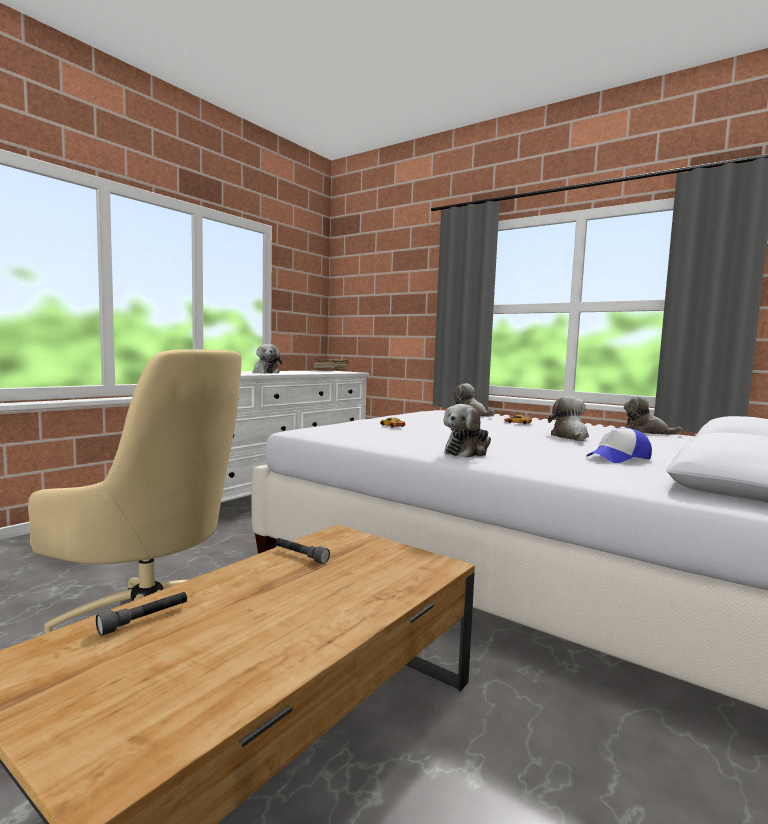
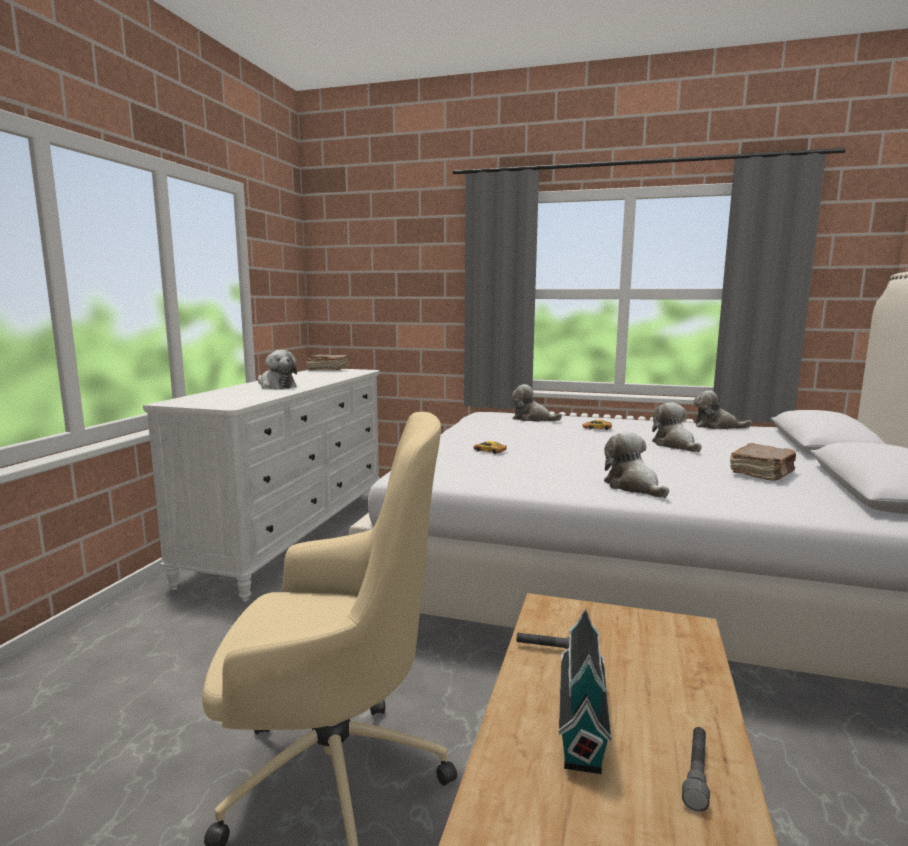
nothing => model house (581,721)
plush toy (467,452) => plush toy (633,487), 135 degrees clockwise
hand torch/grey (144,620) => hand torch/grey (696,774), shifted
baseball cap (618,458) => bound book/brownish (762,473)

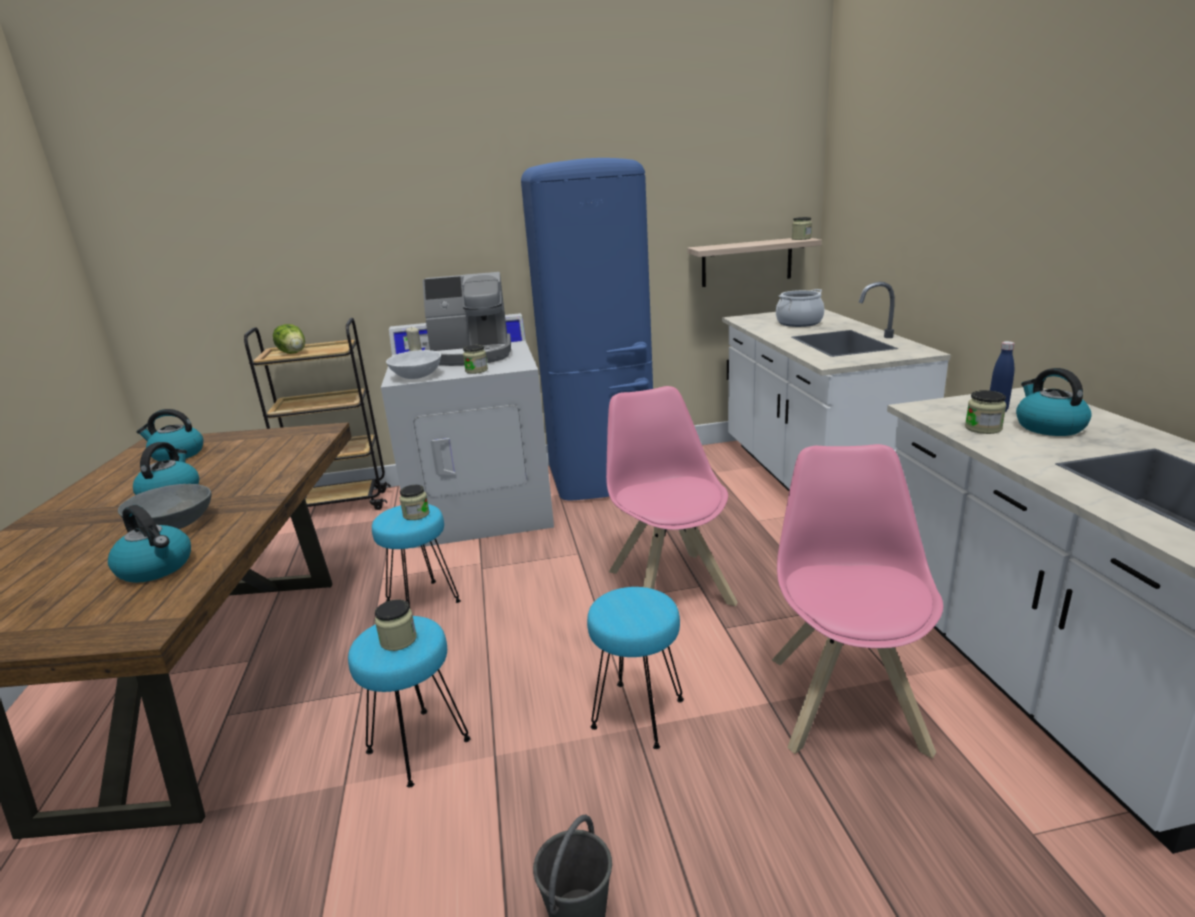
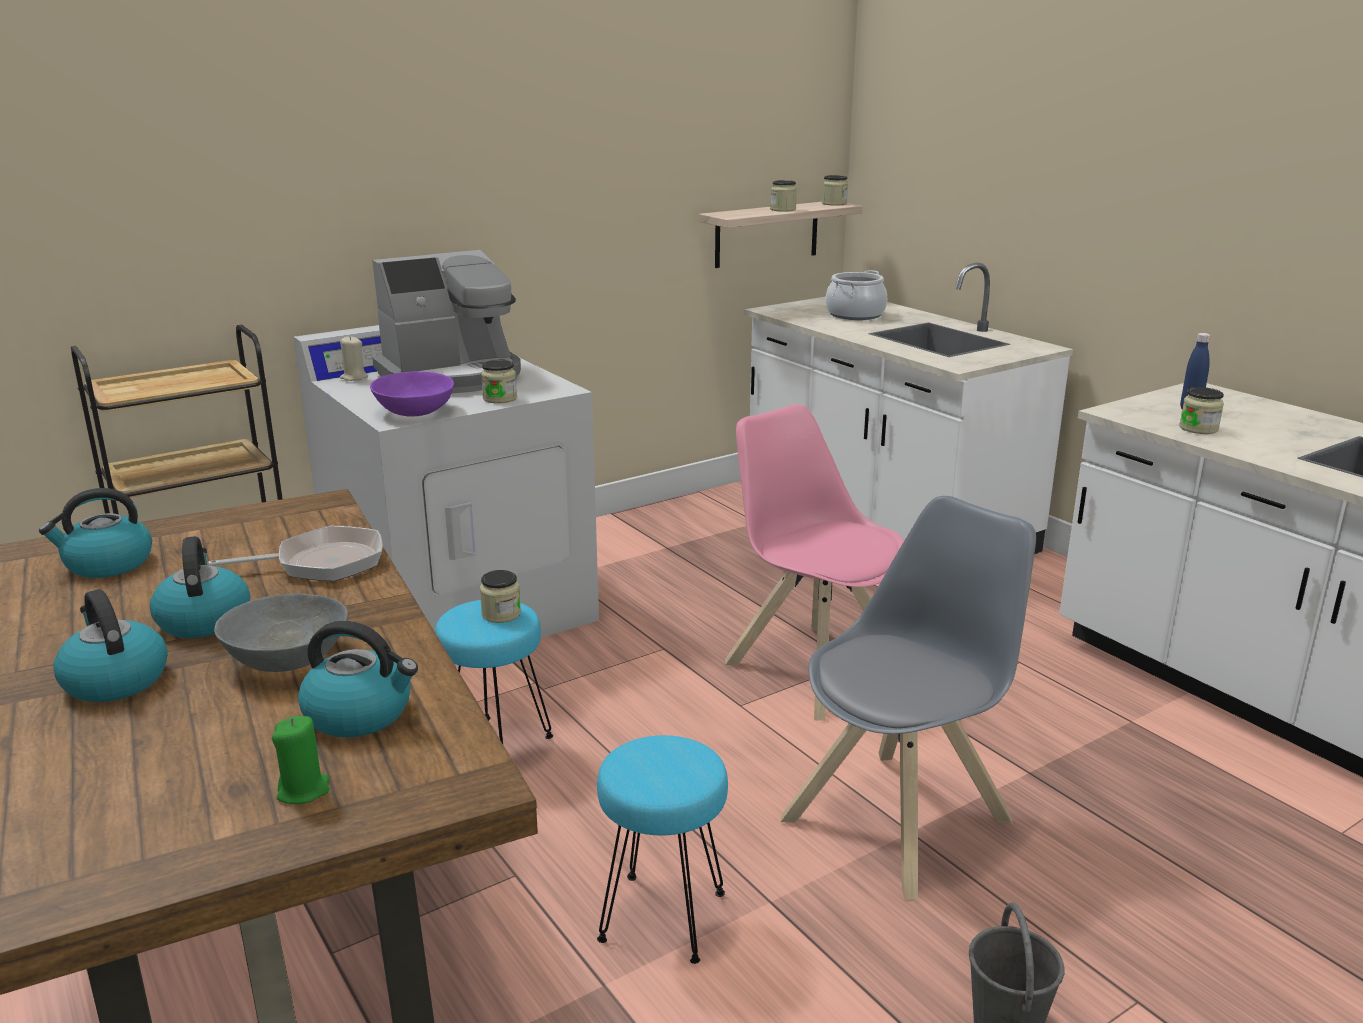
kettle (1048,427) => kettle (114,680), shifted
nothing => pan (322,563)
nothing => candle/greenish (304,790)
deep dish/white (416,376) => deep dish/purple-coloured (414,412)
jar (398,640) => jar (783,209), shifted
stool seat/turquoise-coloured (639,714) => upright chair/grey (901,817)
lettuce (293,353) => nothing
refrigerator/blue (603,479) => nothing
upright chair/pink (845,698) => nothing

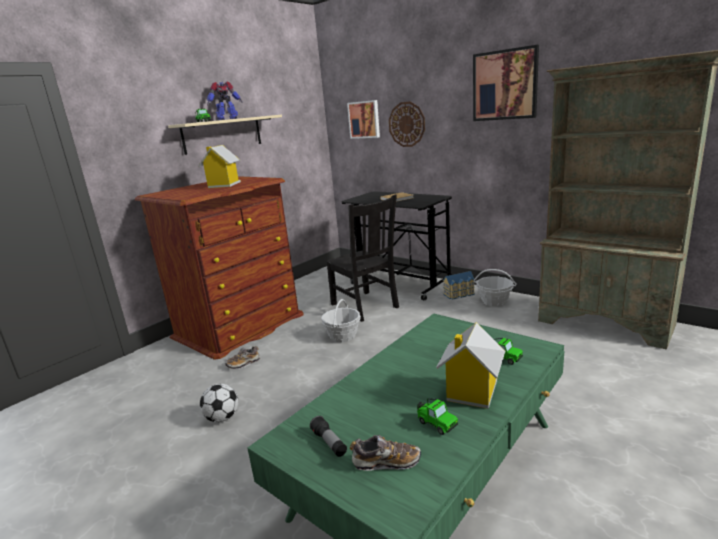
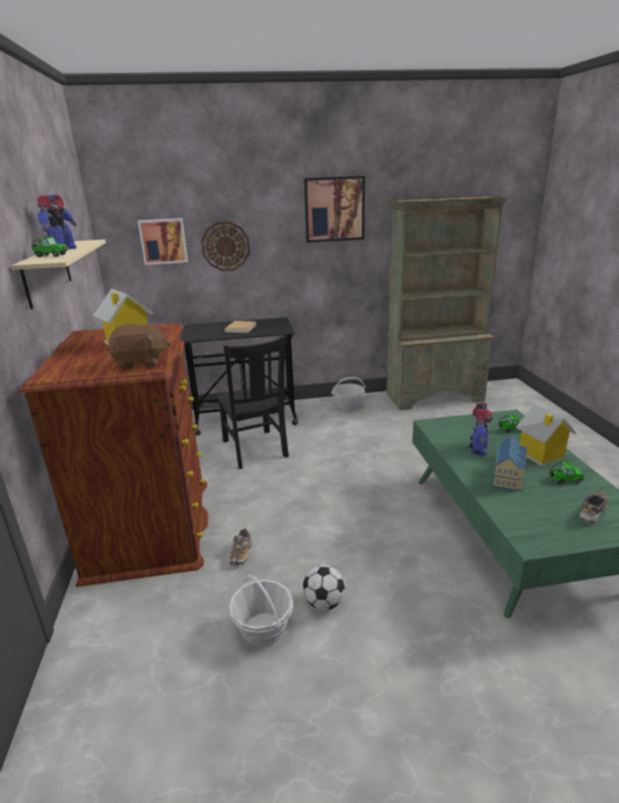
nothing => plush toy/brownish (141,363)
upright chair/black-coloured (365,306) => upright chair/black-coloured (255,450), 60 degrees clockwise
storage basket (342,336) => storage basket (263,629), shifted
nothing => robot figure (478,449)
model house (460,294) => model house (509,477), shifted
hand torch (329,443) => nothing

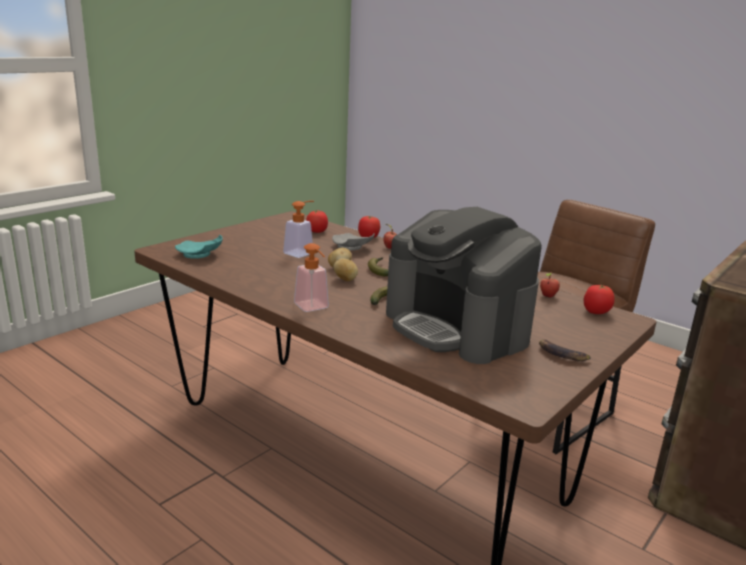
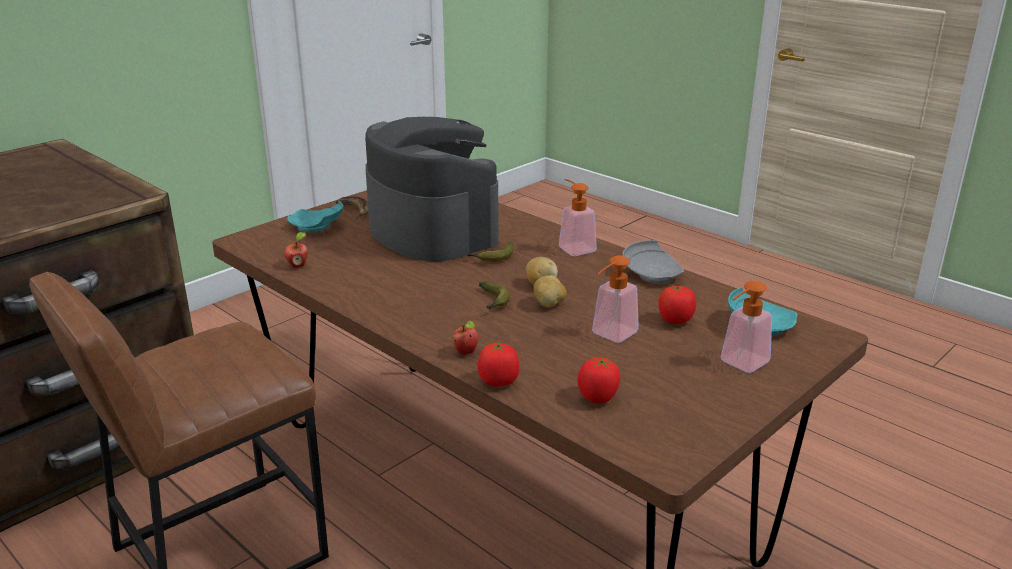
nothing => dinner plate/turquoise-coloured (317,227)
dinner plate/grey (351,248) => dinner plate/grey (652,274), shifted
tomato (596,312) => tomato (675,320), shifted
nothing => liquid soap bottle (739,364)

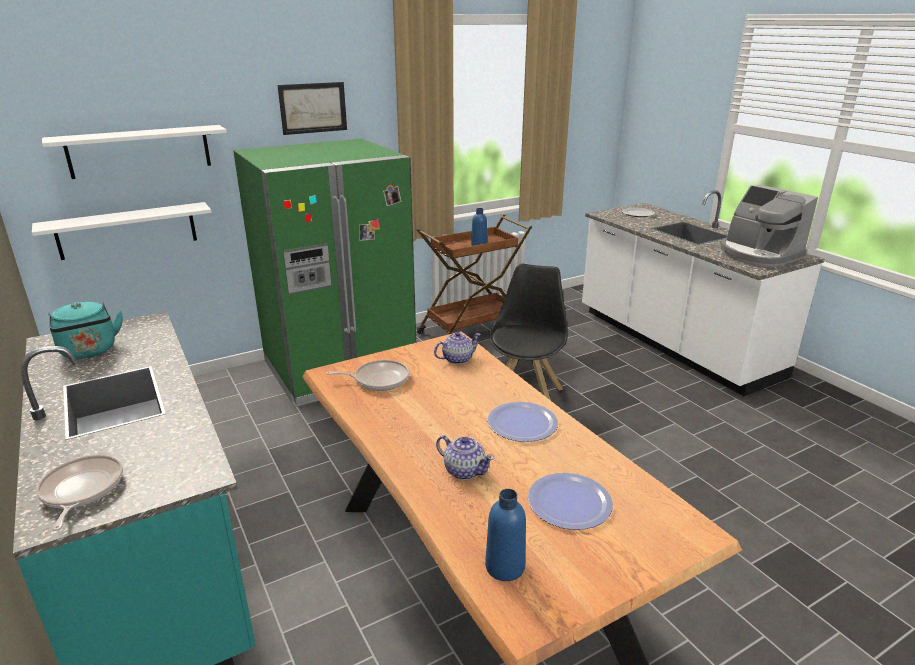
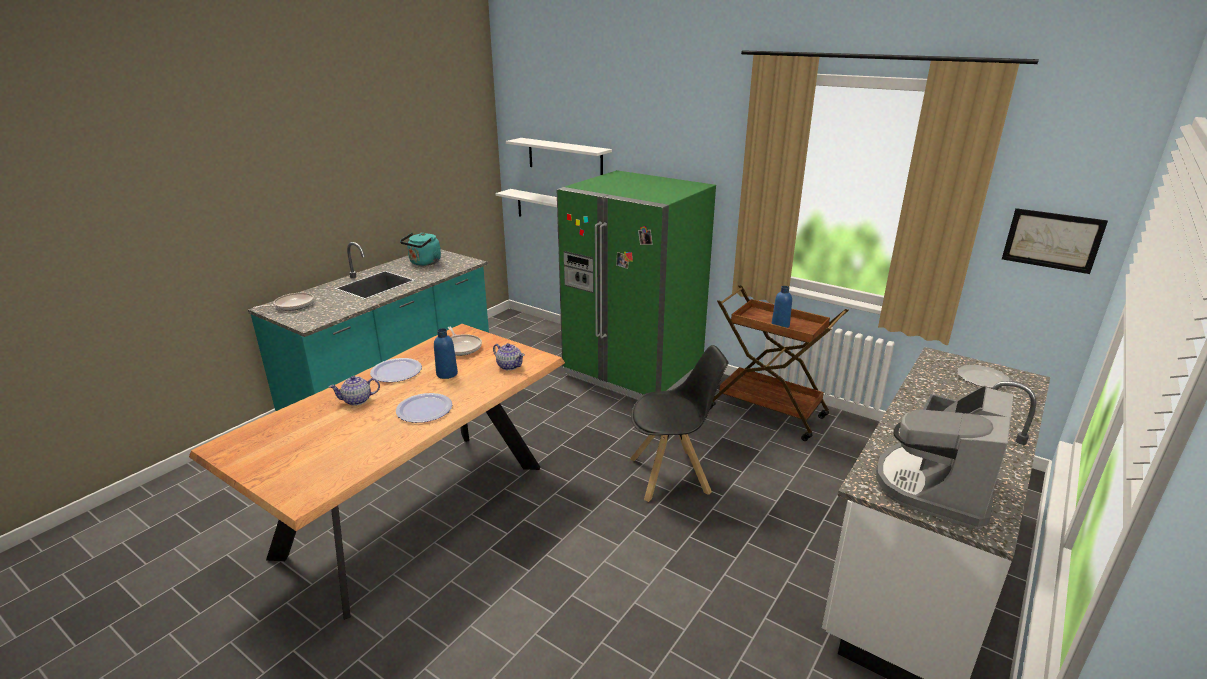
tea pot (464,470) => tea pot (357,400), 60 degrees clockwise
dinner plate (569,502) => dinner plate (396,371), shifted
bottle/blue (505,566) => bottle/blue (447,374), shifted
wall art (313,108) => wall art (1052,240), shifted

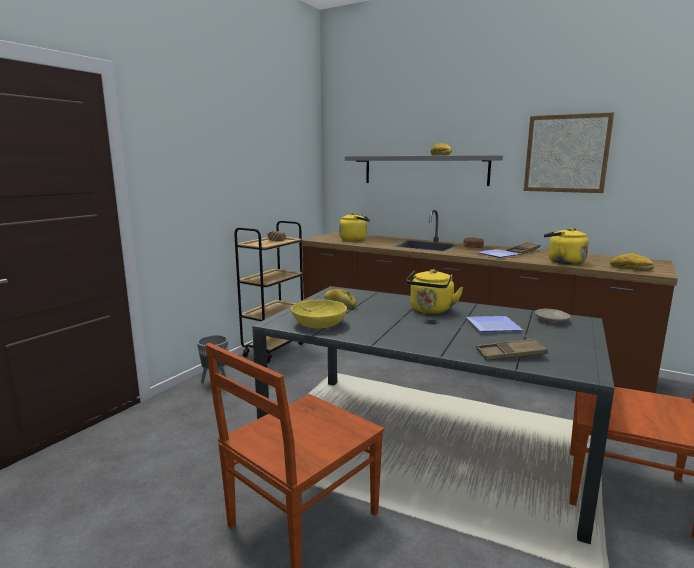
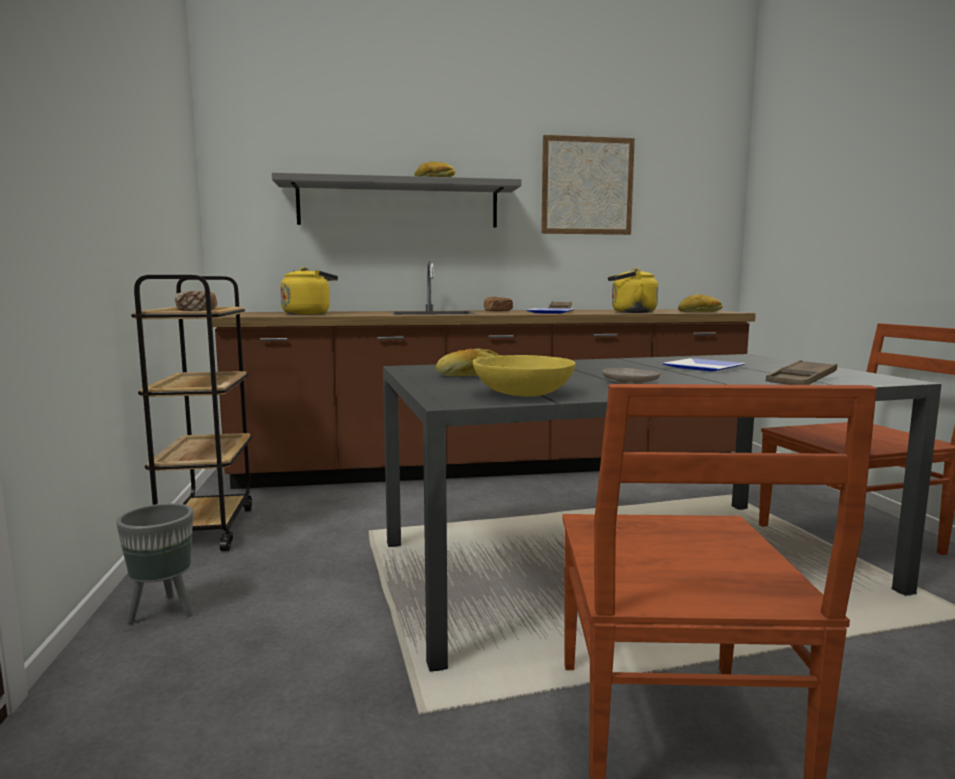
dinner plate/beige (552,320) => dinner plate/beige (631,384), shifted
kettle/yellow-coloured (431,310) => nothing

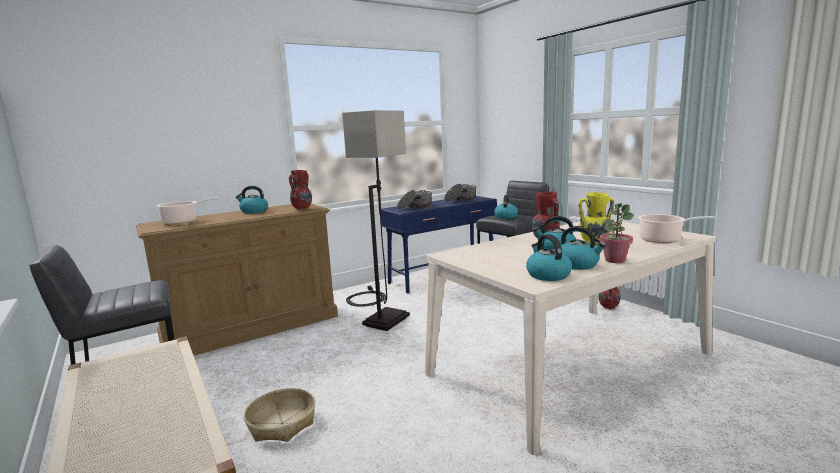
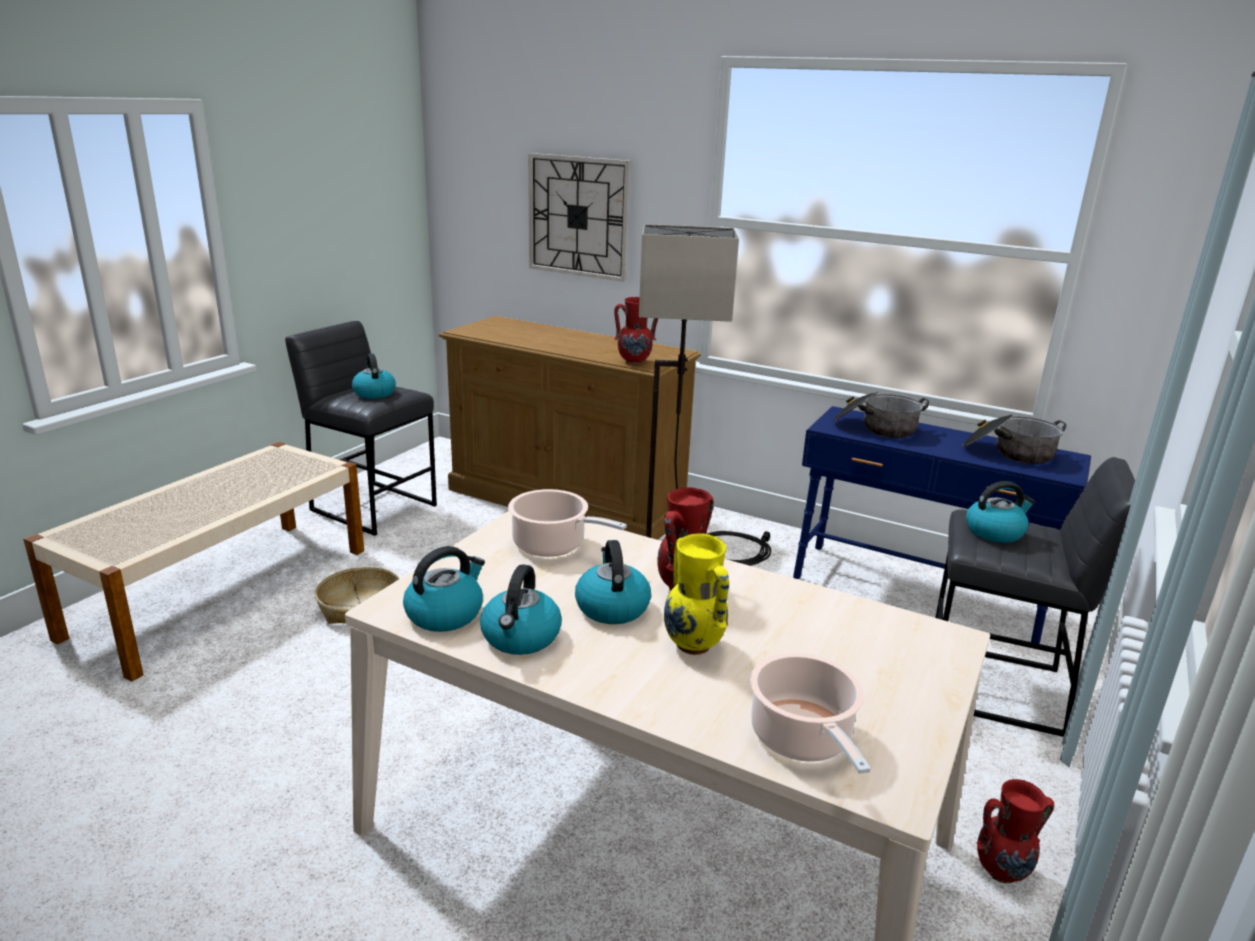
kettle (254,211) => kettle (374,393), shifted
saucepot (182,222) => saucepot (553,545), shifted
nothing => clock on the wall (578,216)
potted plant (614,260) => nothing

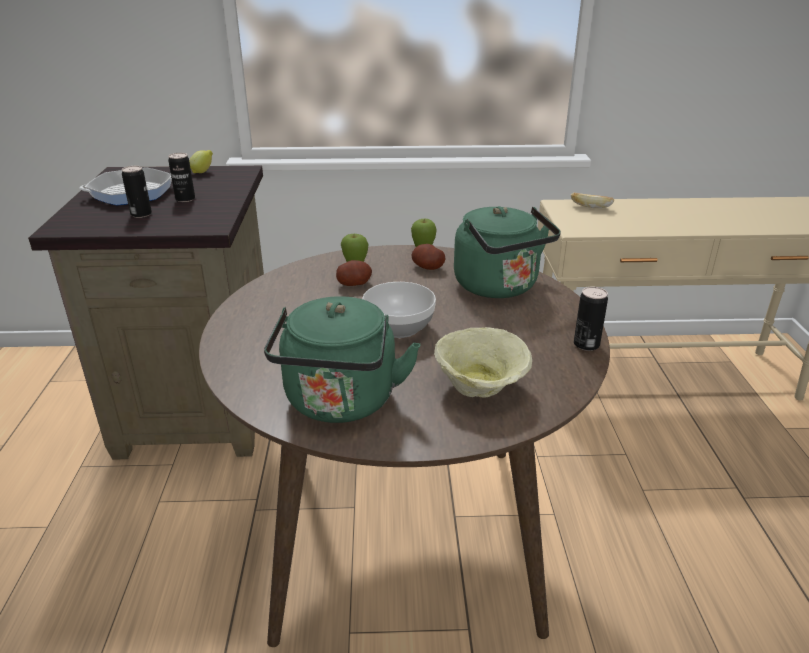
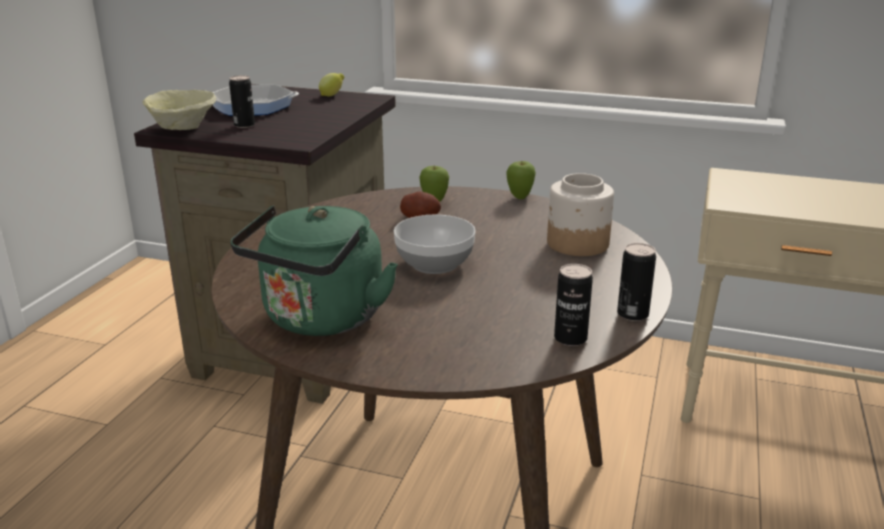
deep dish/beige (482,387) => deep dish/beige (183,128), shifted
kettle/greenish (499,287) => jar (577,244)
can (185,199) => can (570,338), shifted
potato (427,267) => nothing
baked bread (590,207) => nothing

